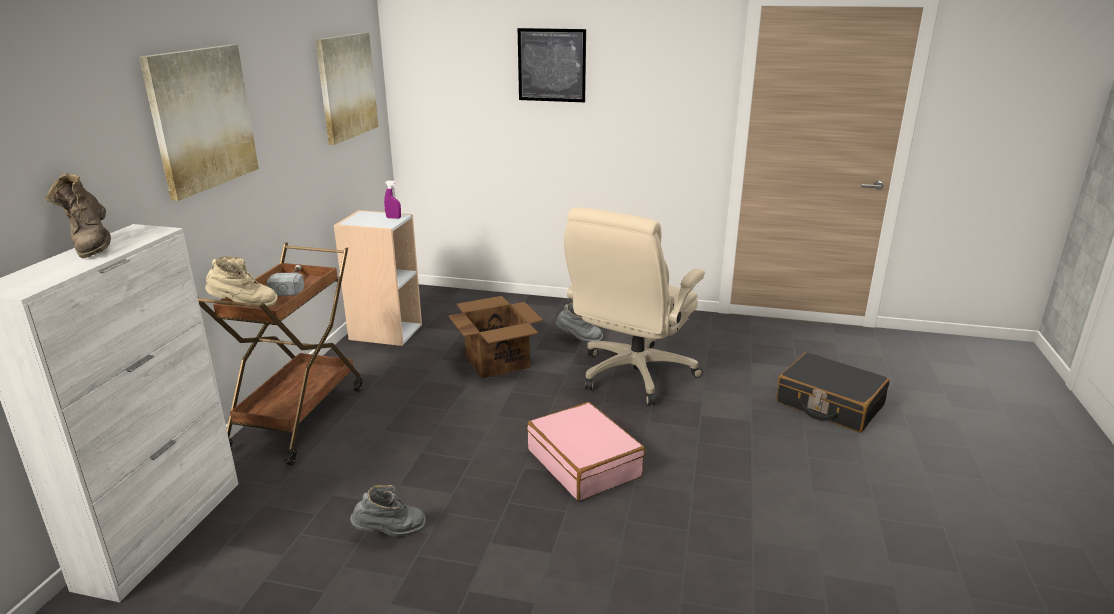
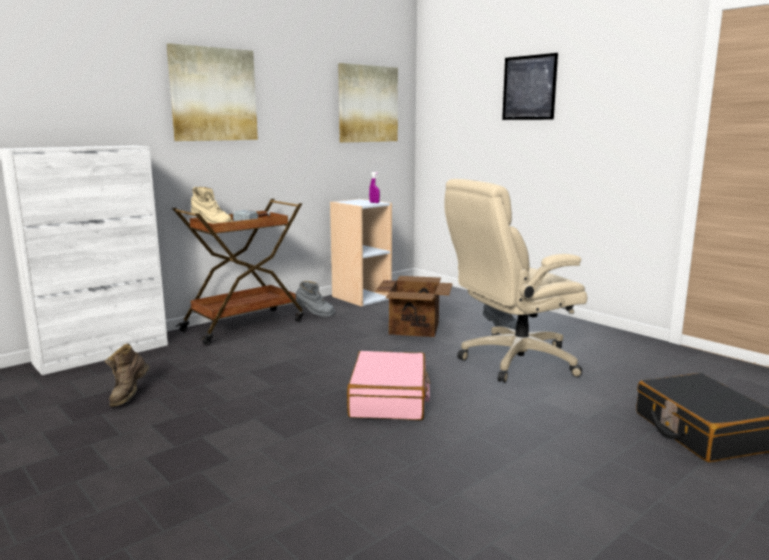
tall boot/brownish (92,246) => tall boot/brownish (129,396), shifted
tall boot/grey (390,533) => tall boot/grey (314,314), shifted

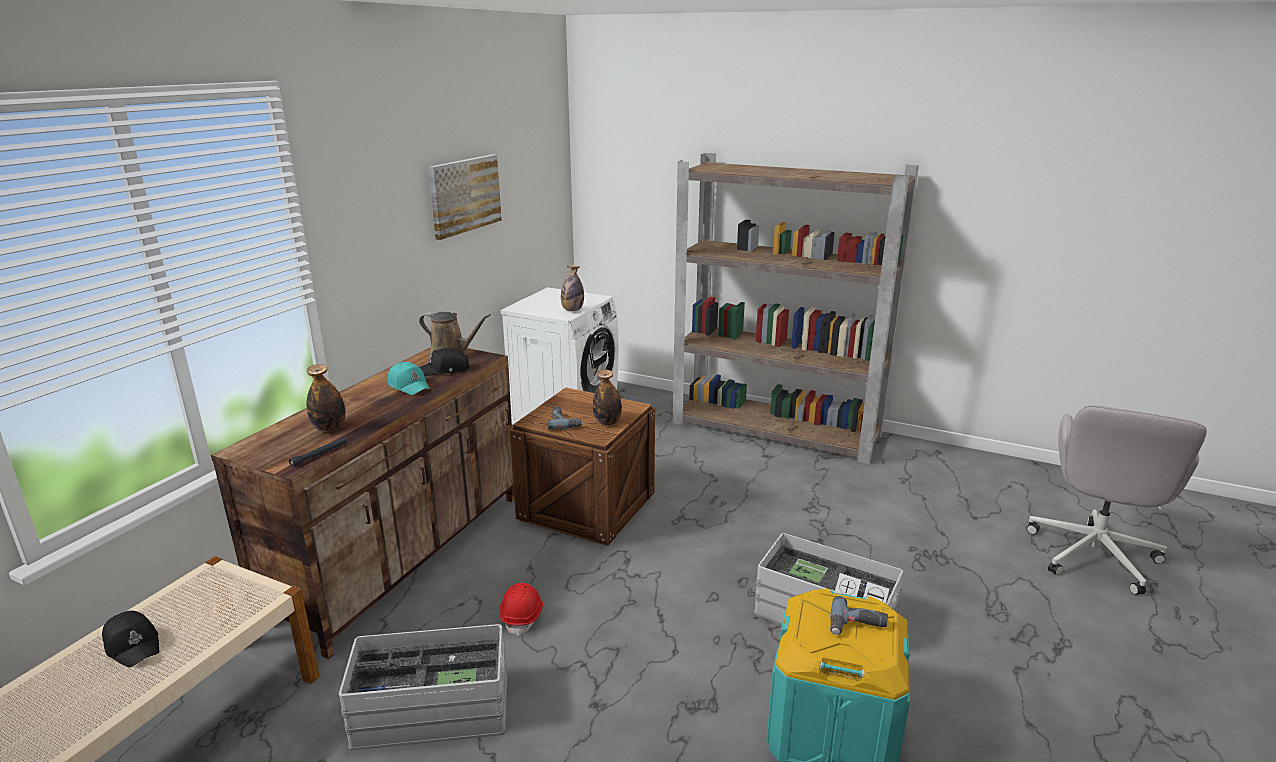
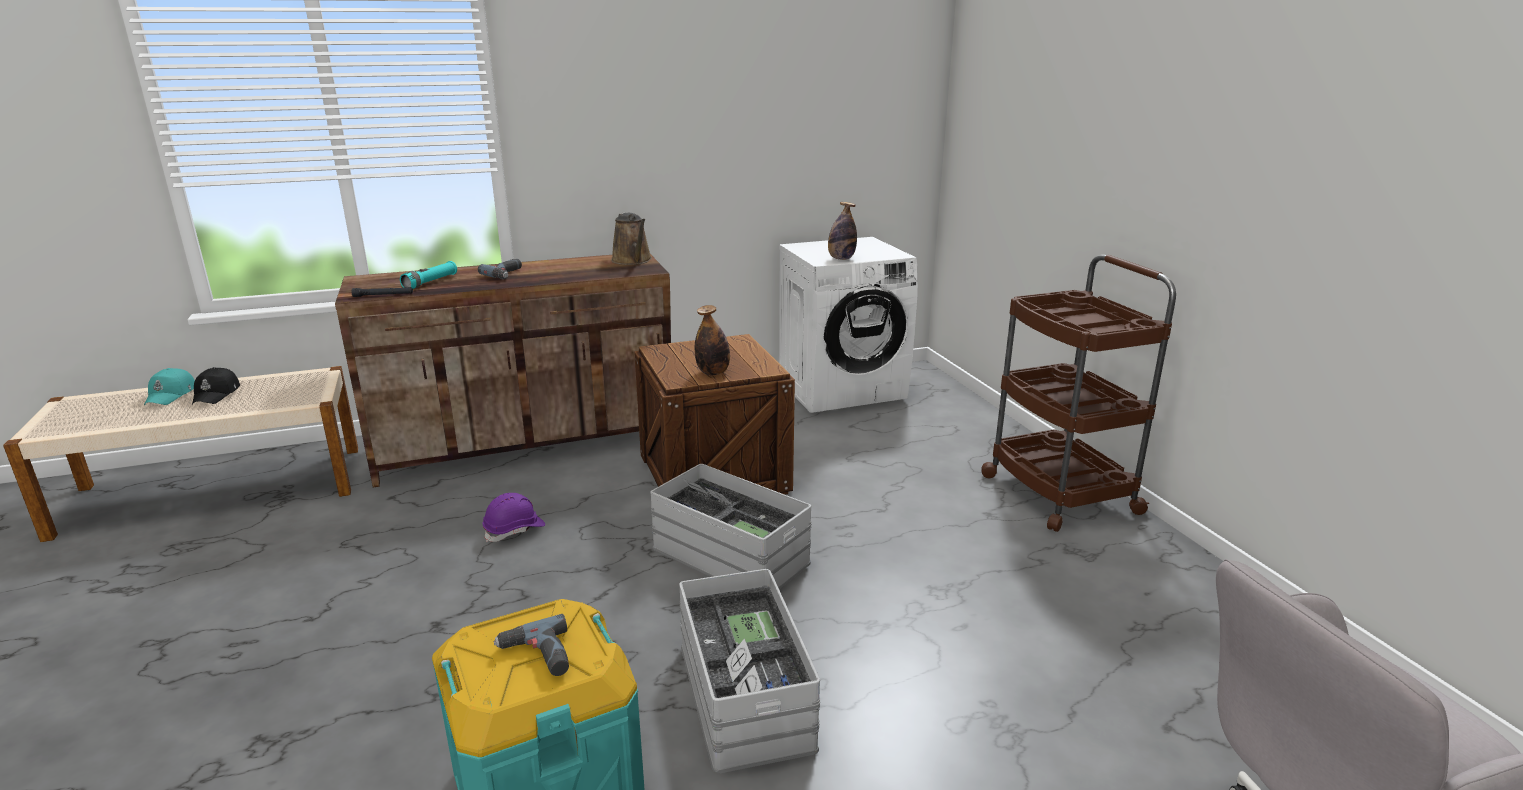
baseball cap/turquoise-coloured (409,385) => baseball cap/turquoise-coloured (171,395), shifted
bottle (329,428) => hand torch/turquoise-coloured (430,283)
electric drill (564,422) => electric drill (507,274), shifted
hard hat/red-coloured (523,616) => hard hat/purple-coloured (515,530)
storage container/grey (431,711) => storage container/grey (729,556), shifted
bookshelf/brownish (775,429) => wheeled cart/brownish (1058,493)
baseball cap/black-coloured (444,370) => nothing
wall art (464,195) => nothing

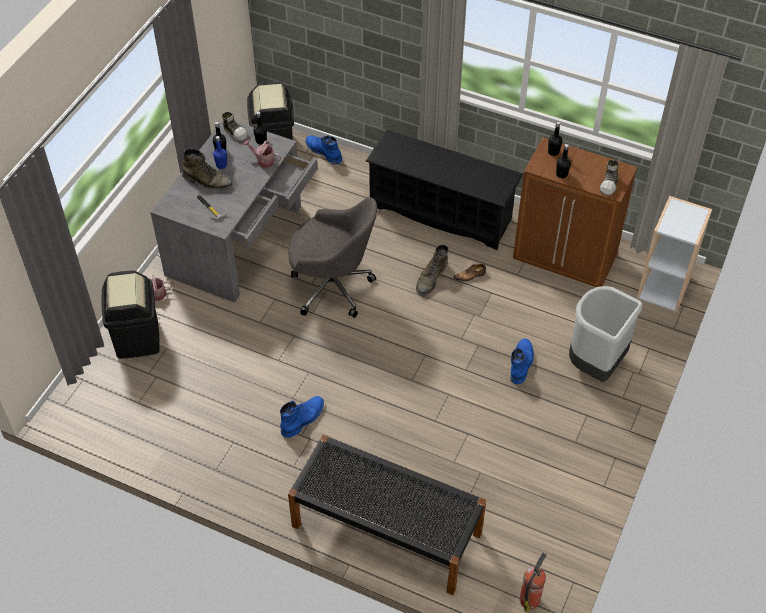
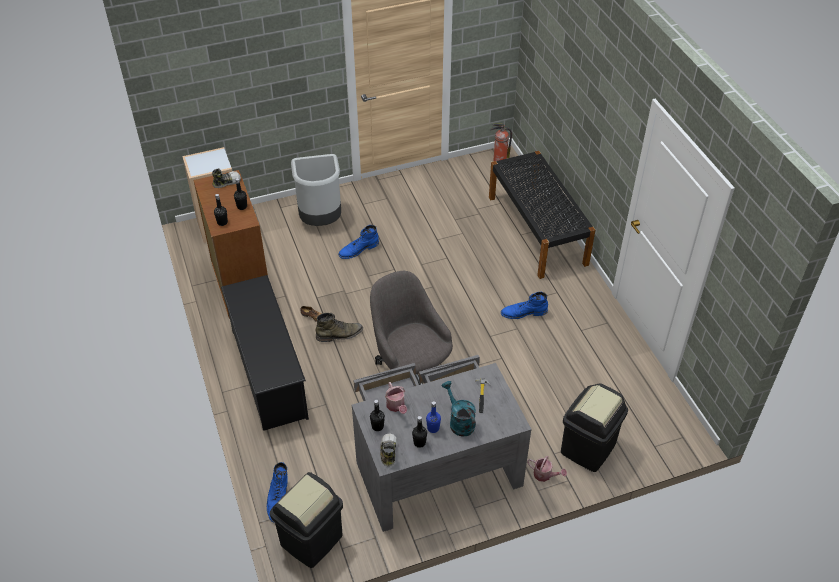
tall boot/greenish (207,181) => watering can/turquoise-coloured (459,421)

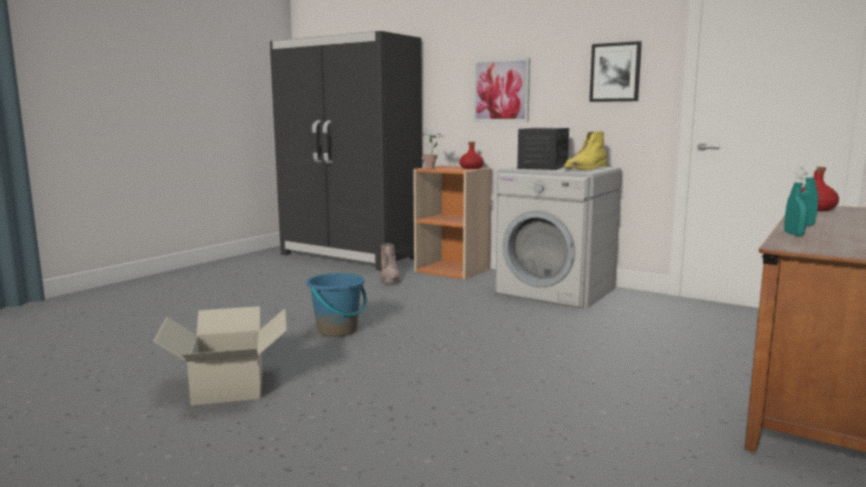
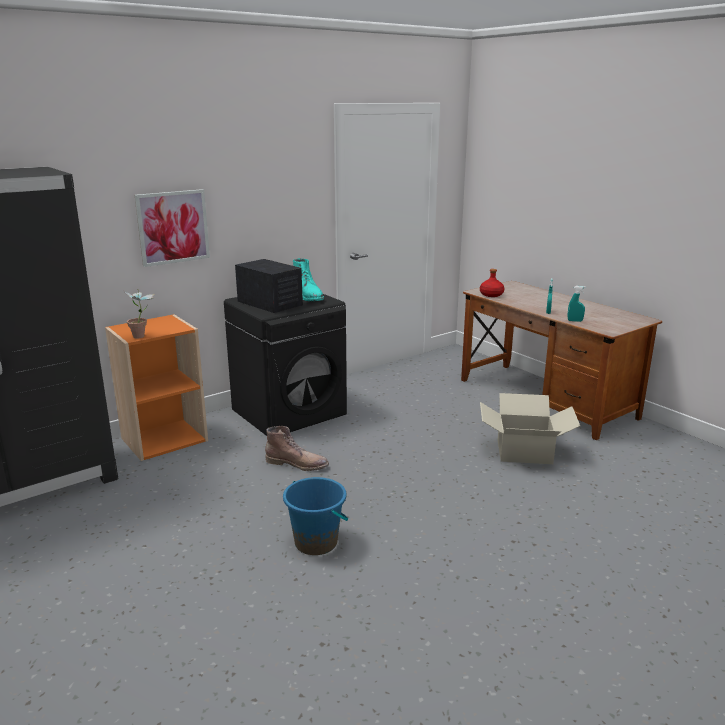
laundry machine/white (555,291) => laundry machine/black-coloured (292,412)
tall boot/brownish (390,279) => tall boot/brownish (297,464), shifted
tall boot/yellow-coloured (586,169) => tall boot/turquoise-coloured (309,296)
carton (227,386) => carton (524,452), shifted
bottle/red-coloured (471,168) => nothing
wall art (615,72) => nothing

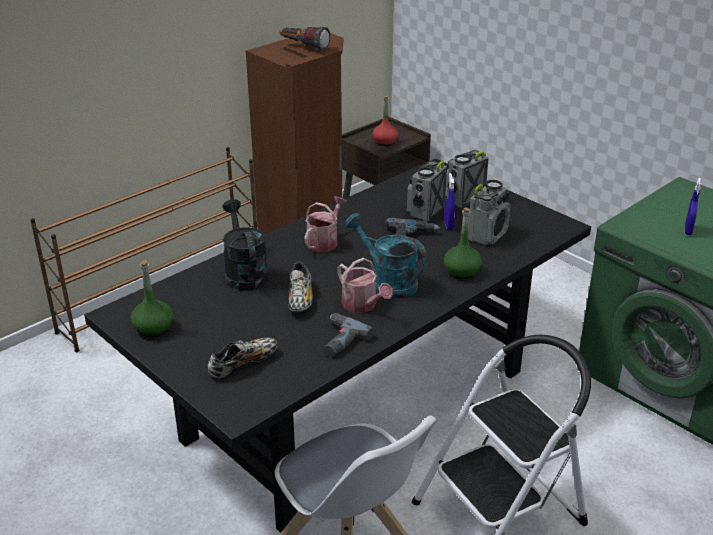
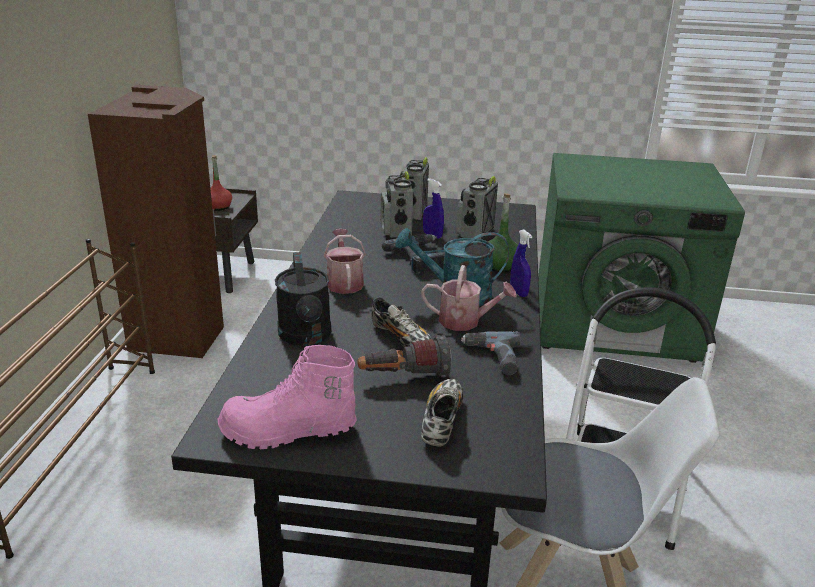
bottle/greenish (153,328) => tall boot/pink (288,431)
watering can/black-coloured (244,273) => watering can/black-coloured (306,337), 135 degrees counterclockwise
hand torch (303,47) => hand torch (404,377), shifted
radio receiver (488,235) => radio receiver (474,233), 150 degrees counterclockwise
sprayer/blue (688,230) => sprayer/blue (518,292), shifted

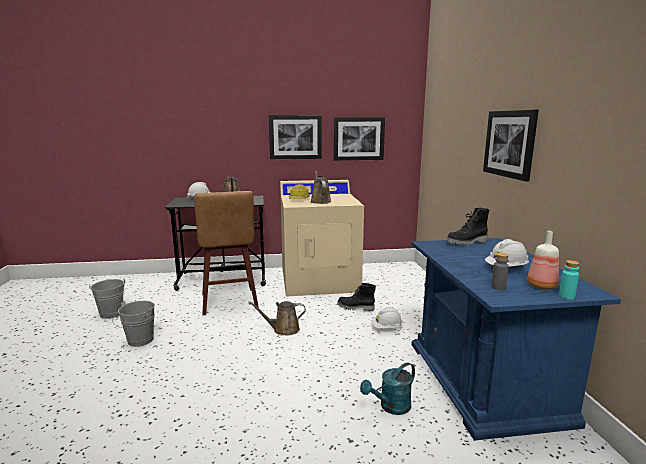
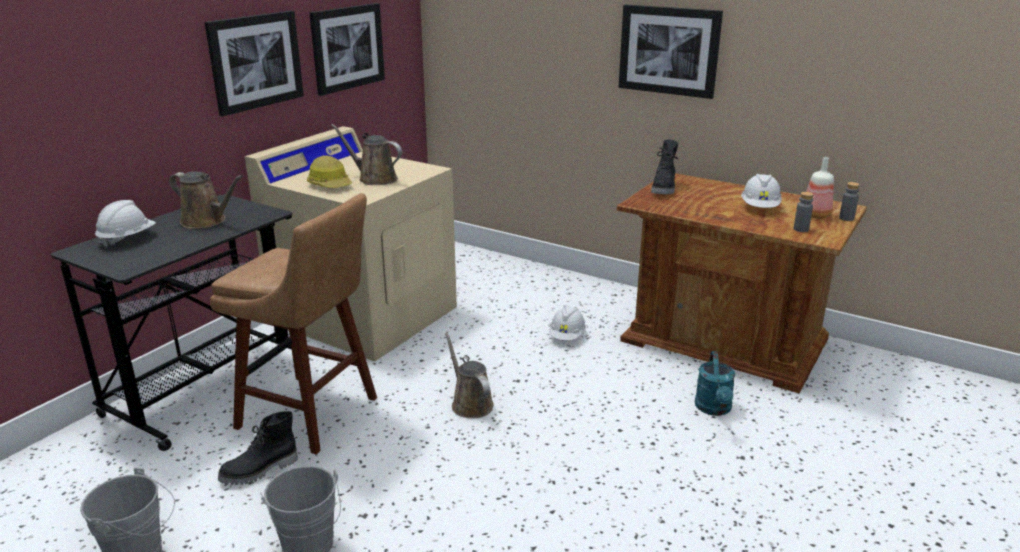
tall boot/black-coloured (355,308) => tall boot/black-coloured (260,471), shifted
watering can/brownish (283,329) => watering can/brownish (470,403), 120 degrees clockwise
storage cabinet/blue (483,380) => storage cabinet/brownish (724,340)
bottle/turquoise-coloured (566,296) => bottle/grey (846,218)

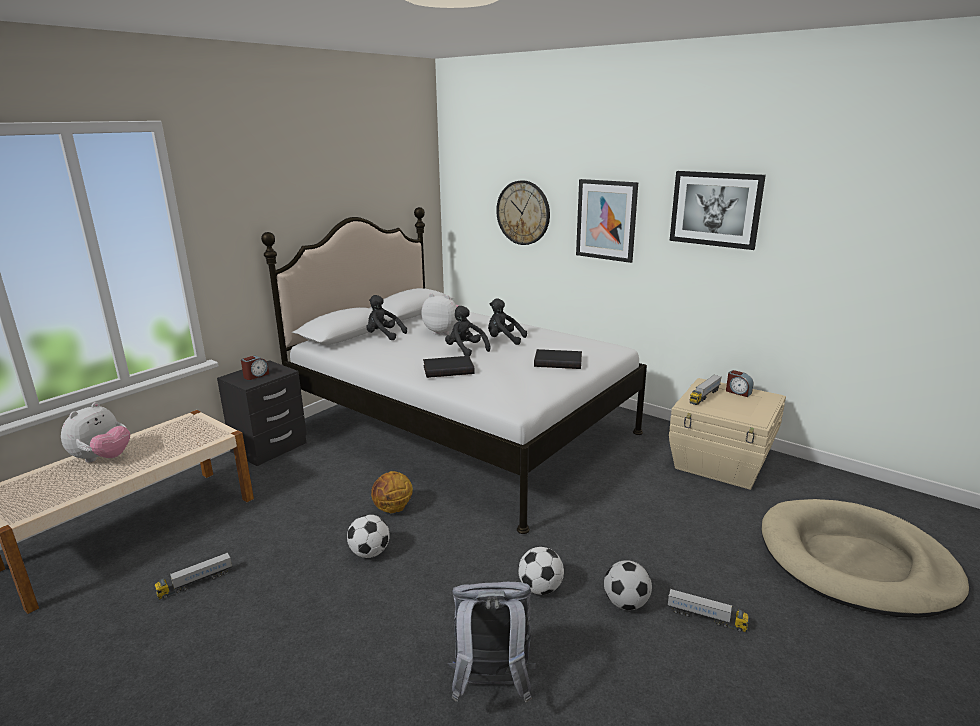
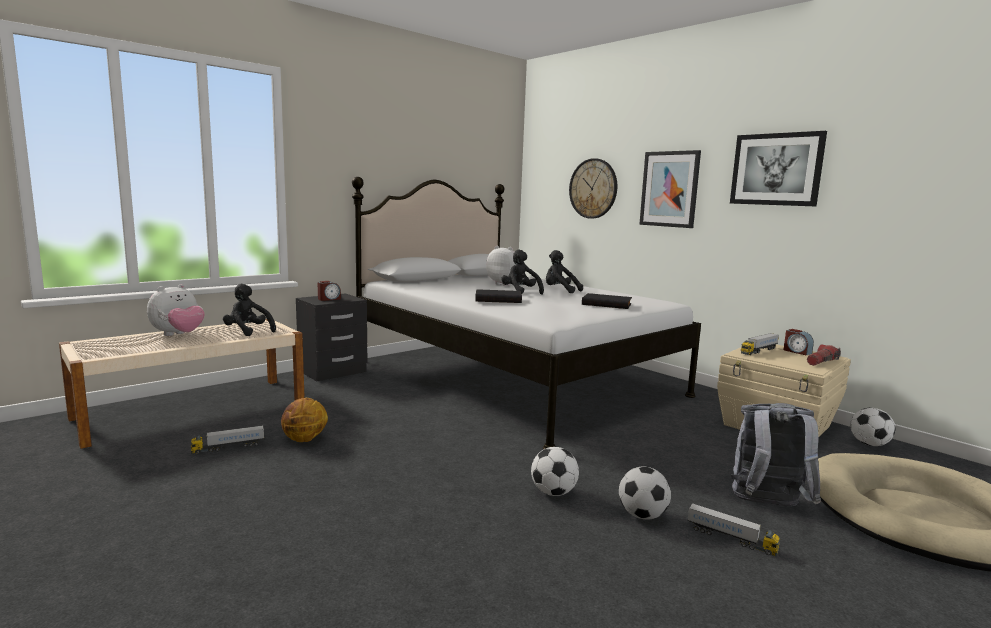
plush toy/black-coloured (383,335) => plush toy/black-coloured (248,331), shifted
basketball ball (393,509) => basketball ball (304,440), shifted
rucksack/grey (491,686) => rucksack/grey (767,506), shifted
nothing => hand torch (821,362)
football ball (370,552) => football ball (869,444), shifted

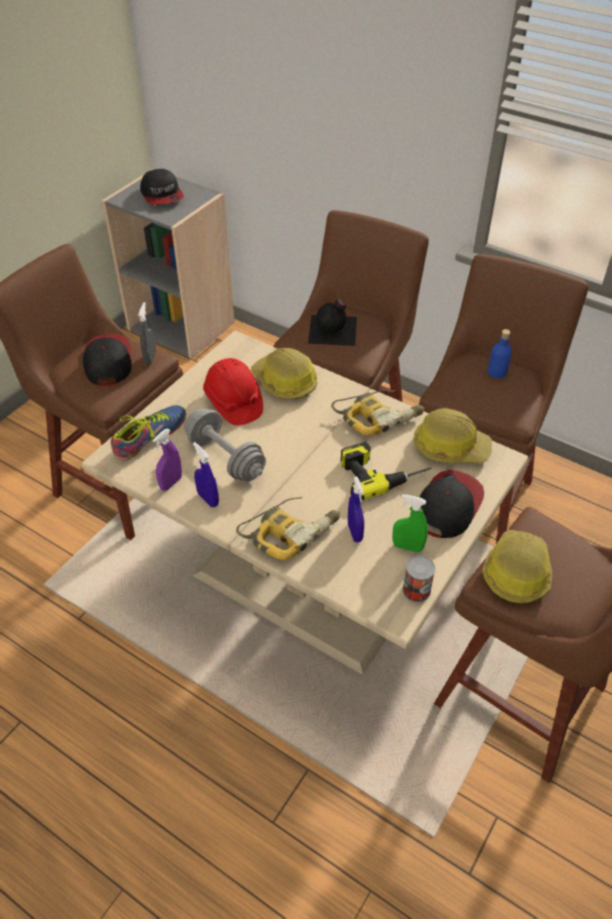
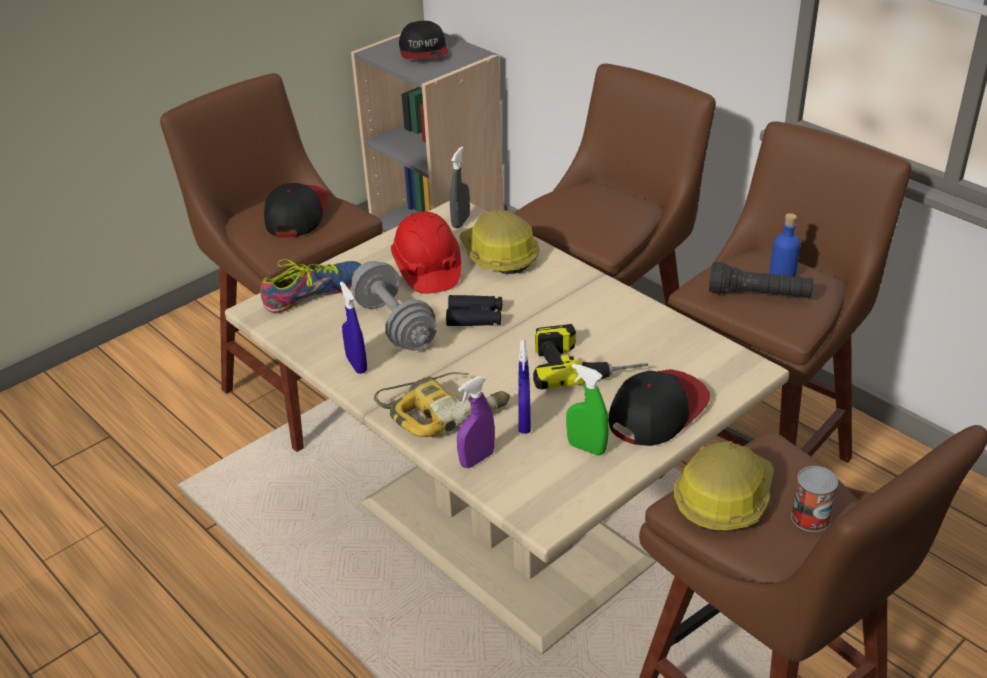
nothing => binoculars/black-coloured (475,317)
sprayer/grey (150,358) => sprayer/grey (460,221), shifted
sprayer/purple-coloured (171,483) => sprayer/purple-coloured (477,459), shifted
nothing => hand torch/black-coloured (759,295)
can (416,590) => can (810,518), shifted
bottle/black-coloured (333,330) => nothing
electric drill (378,416) => nothing
hard hat (450,447) => nothing

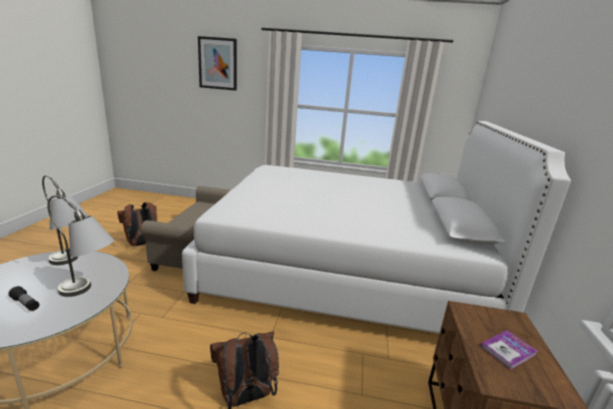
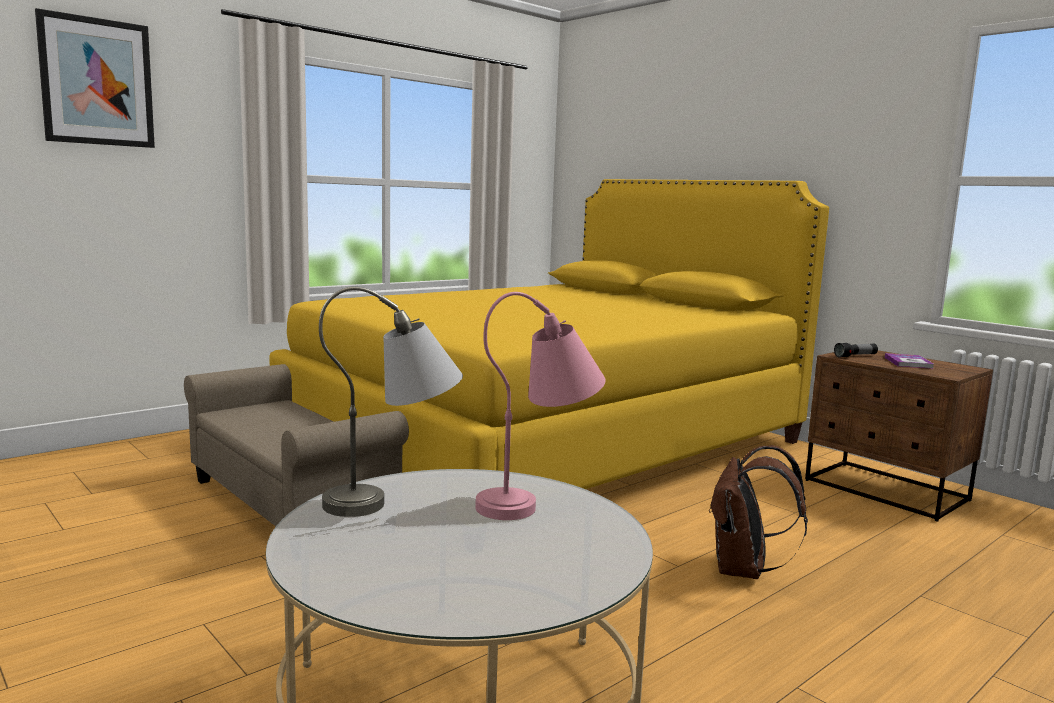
bed/white (343,270) => bed/yellow-coloured (547,441)
tabletop lamp/grey (90,293) => tabletop lamp/pink (540,500)
hand torch (25,304) => hand torch (855,356), shifted
rucksack/brownish (142,244) => nothing

